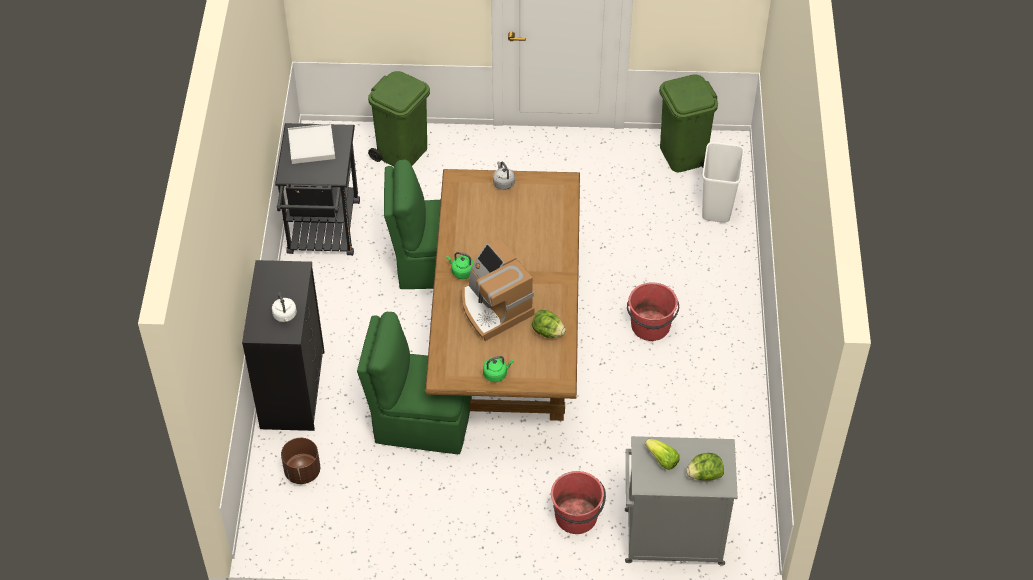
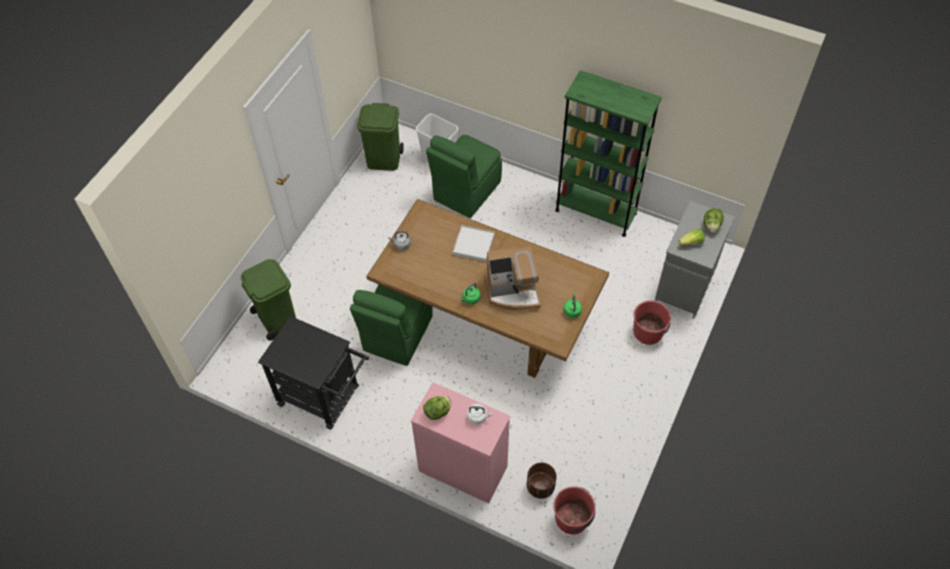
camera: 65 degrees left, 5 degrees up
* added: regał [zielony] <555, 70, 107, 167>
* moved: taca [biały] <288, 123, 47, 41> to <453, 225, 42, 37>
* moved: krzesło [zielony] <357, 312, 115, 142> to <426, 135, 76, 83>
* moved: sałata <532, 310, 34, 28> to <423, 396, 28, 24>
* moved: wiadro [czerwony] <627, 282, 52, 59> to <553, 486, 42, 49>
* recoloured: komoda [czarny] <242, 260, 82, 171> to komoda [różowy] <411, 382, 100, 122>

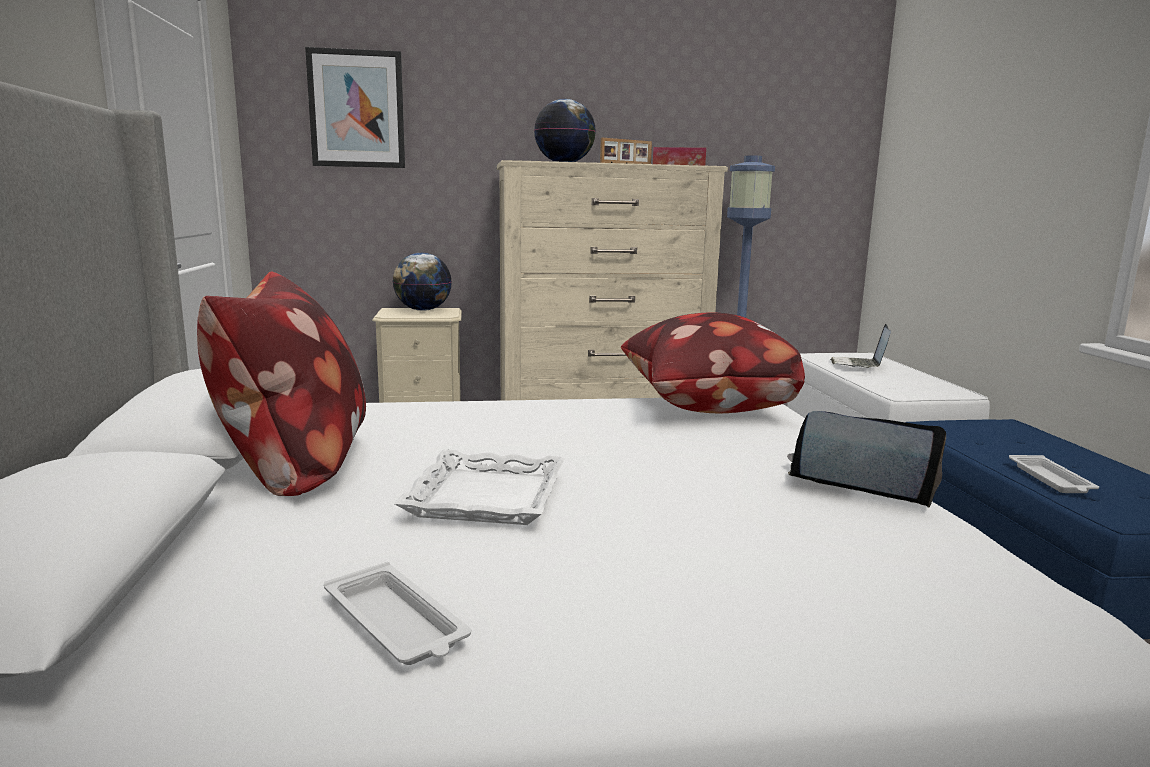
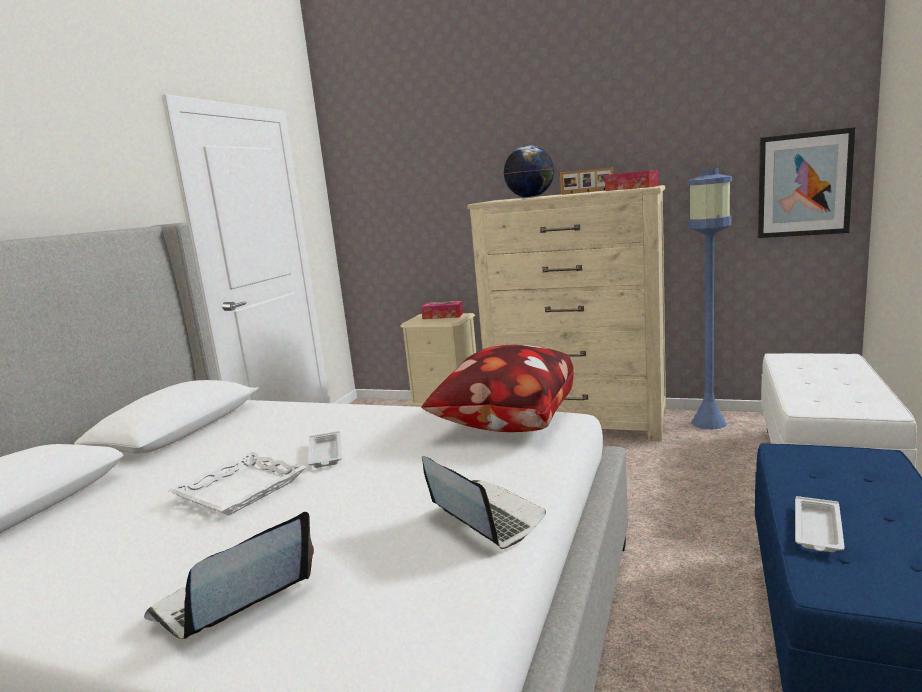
camera: 30 degrees right, 0 degrees up
* removed: poduszka <197, 271, 169, 225>
* moved: obraz <305, 47, 100, 121> to <758, 127, 97, 111>
* moved: taca [biały] <324, 562, 147, 103> to <308, 431, 34, 37>
* moved: laptop <830, 324, 61, 44> to <144, 512, 170, 127>
* replaced: globus <393, 253, 59, 58> to pudełko chusteczek <421, 301, 42, 18>

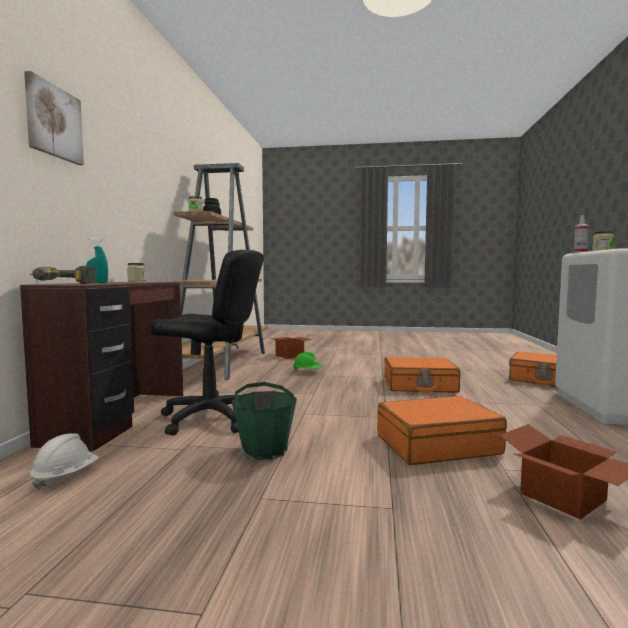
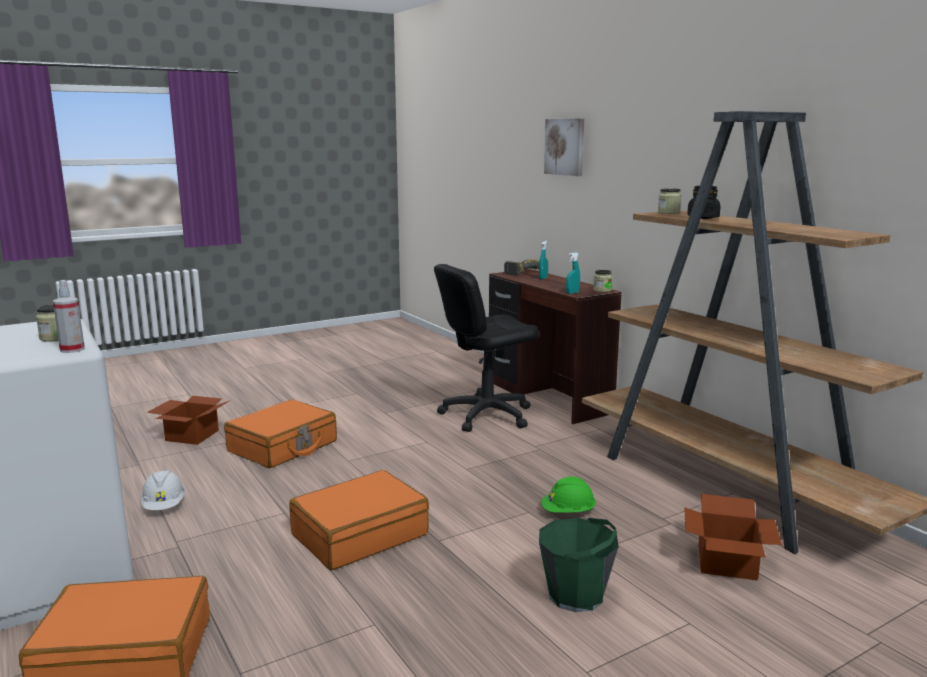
camera: 140 degrees right, 10 degrees up
* added: spryskiwacz [turkusowy] <566, 252, 14, 42>
* moved: kask [biały] <30, 433, 69, 57> to <141, 470, 44, 40>
* moved: wiadro [zielony] <231, 382, 66, 78> to <539, 518, 80, 94>

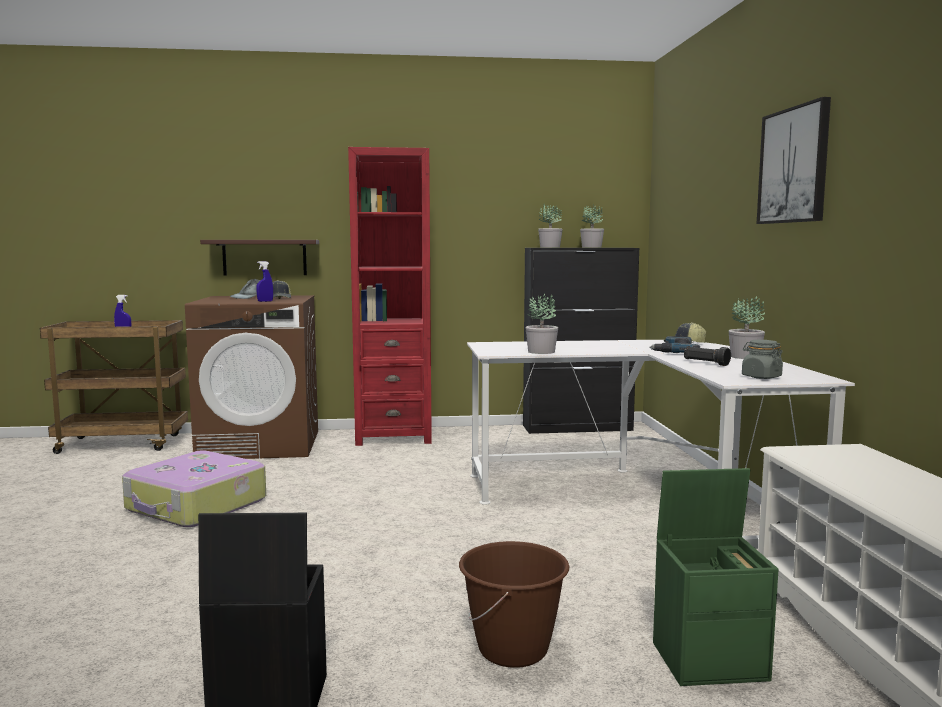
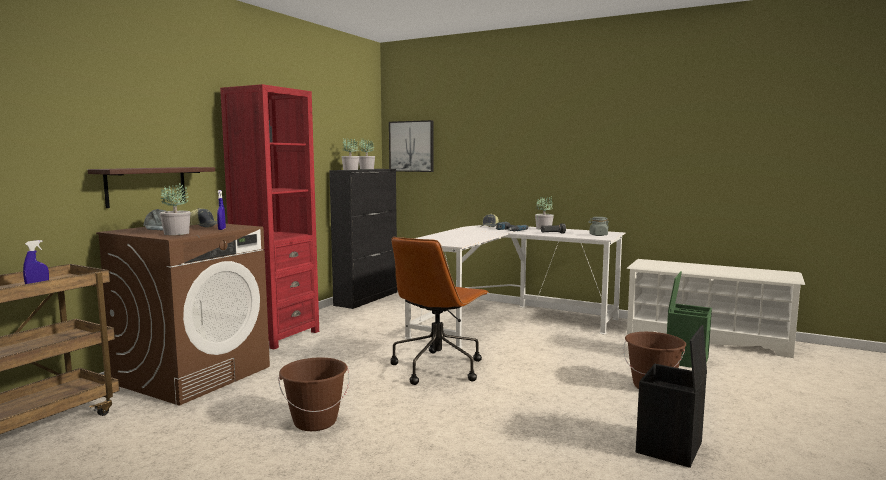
camera: 55 degrees left, 0 degrees up
* added: krzesło biurowe [brązowy] <390, 237, 99, 148>
* moved: roślina doniczkowa <525, 294, 33, 60> to <160, 183, 31, 52>
* moved: obraz <757, 97, 74, 127> to <389, 120, 44, 52>
* replaced: walizka <122, 450, 144, 77> to wiadro [brązowy] <278, 357, 72, 74>

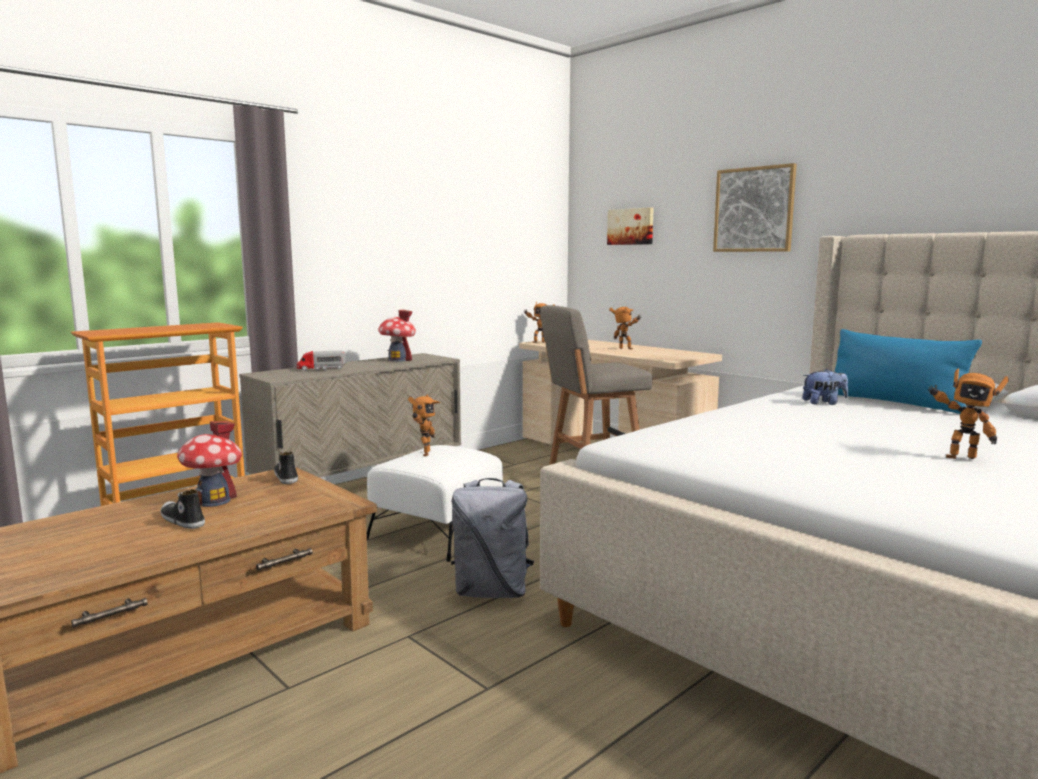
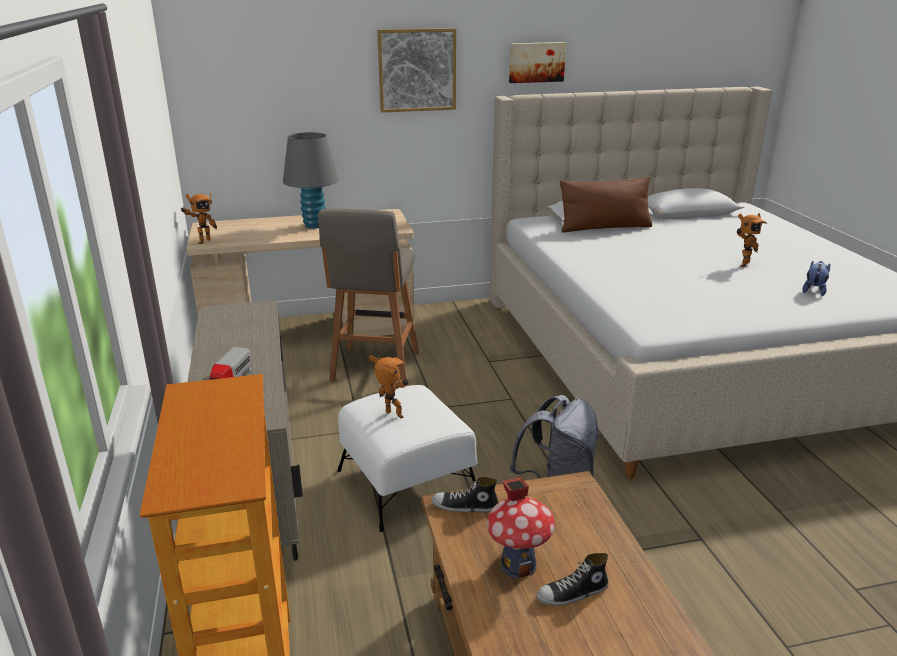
camera: 60 degrees left, 15 degrees up
* removed: domek <378, 309, 38, 53>
* moved: obraz <607, 207, 47, 38> to <509, 42, 57, 41>
* moved: pluszak <802, 369, 46, 36> to <803, 261, 27, 35>
* replaced: robot zabawkowy <609, 307, 32, 42> to lampa stołowa [szary] <283, 132, 56, 96>
* recoloured: poduszka [niebieski] <835, 329, 147, 85> to poduszka [brązowy] <560, 176, 92, 56>

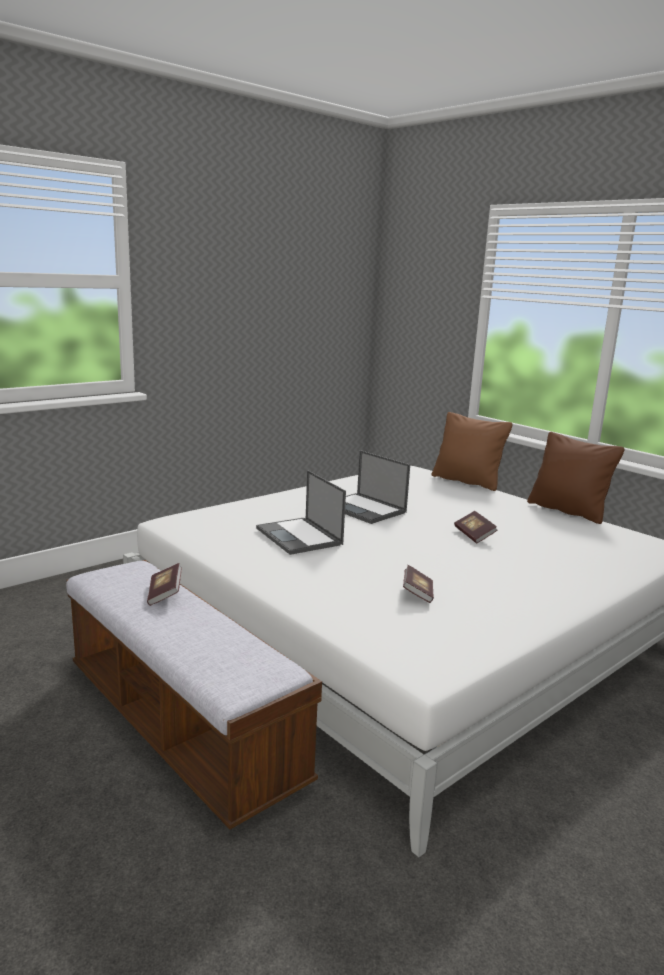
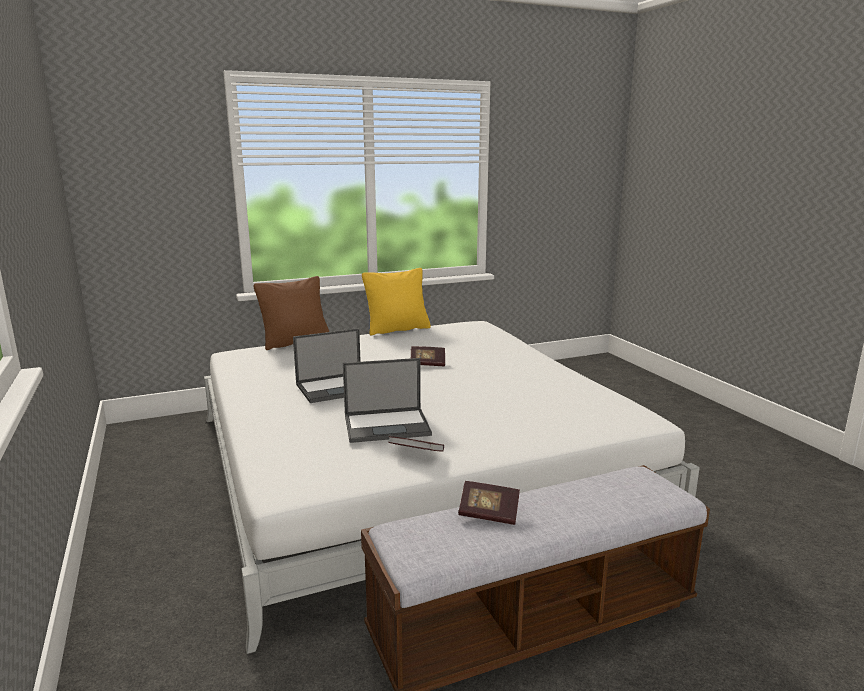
camera: 70 degrees left, 0 degrees up
* moved: książka <403, 565, 31, 38> to <388, 436, 56, 15>
* recoloured: poduszka [brązowy] <527, 432, 97, 92> to poduszka [żółty] <362, 268, 69, 67>

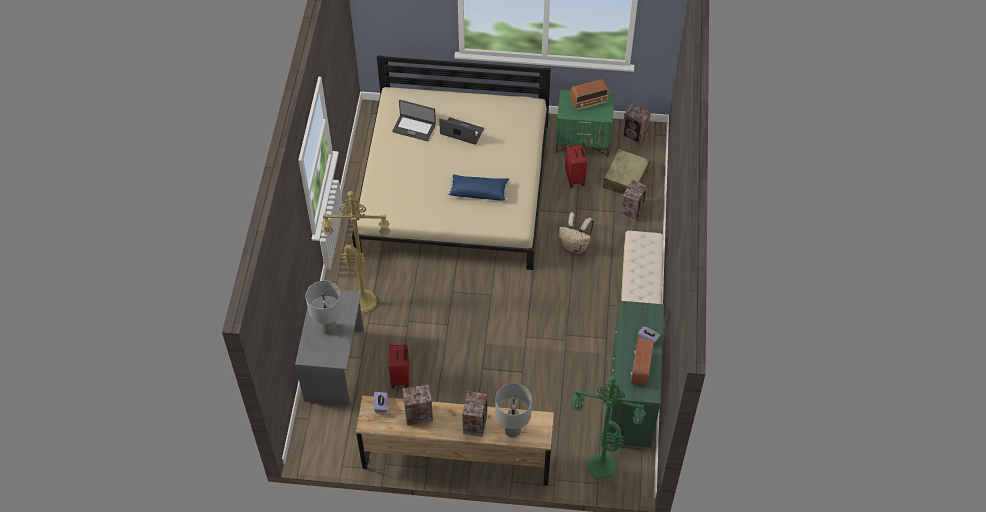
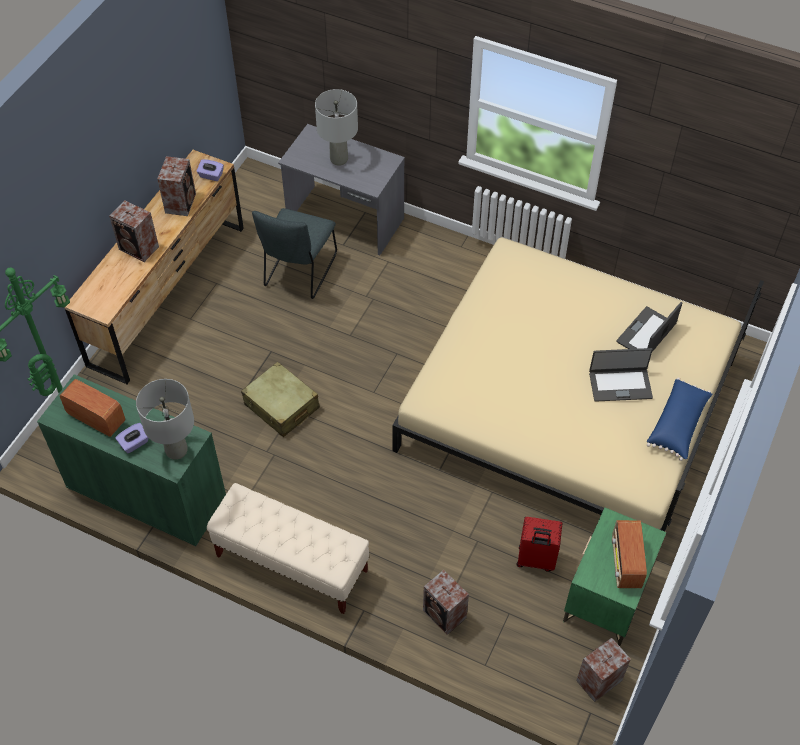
camera: 110 degrees right, 0 degrees up
* removed: lampa stojąca [żółty] <321, 191, 70, 122>
* removed: plecak [beżowy] <559, 212, 35, 42>
* moved: poduszka [niebieski] <447, 174, 64, 26> to <647, 378, 66, 83>
* moved: lampa stołowa [szary] <495, 383, 37, 54> to <136, 379, 58, 81>
* moved: walizka [beżowy] <603, 149, 47, 45> to <241, 362, 79, 75>
* replaced: walizka [czerwony] <389, 345, 20, 43> to krzesło [szary] <252, 208, 85, 91>
* turned: laptop <439, 117, 45, 28> = <589, 348, 64, 54> 45 degrees clockwise

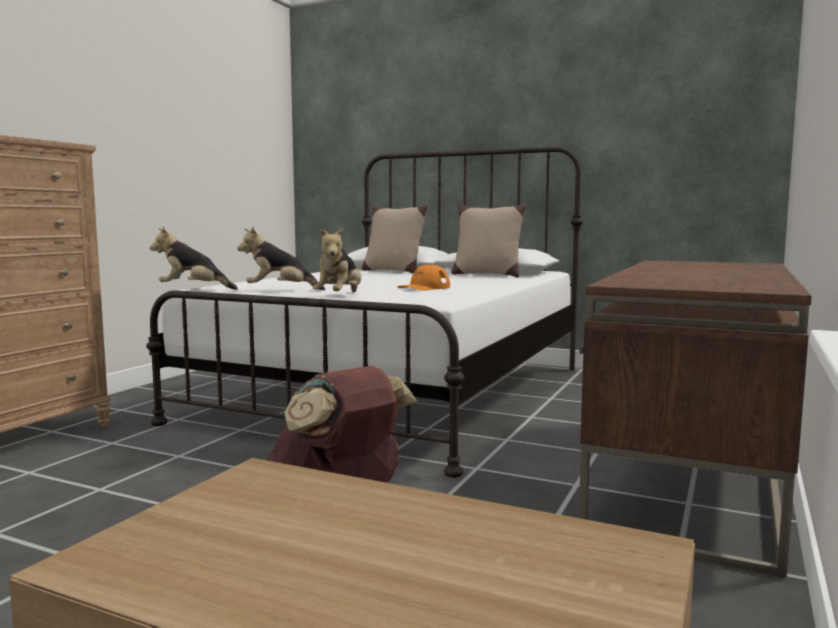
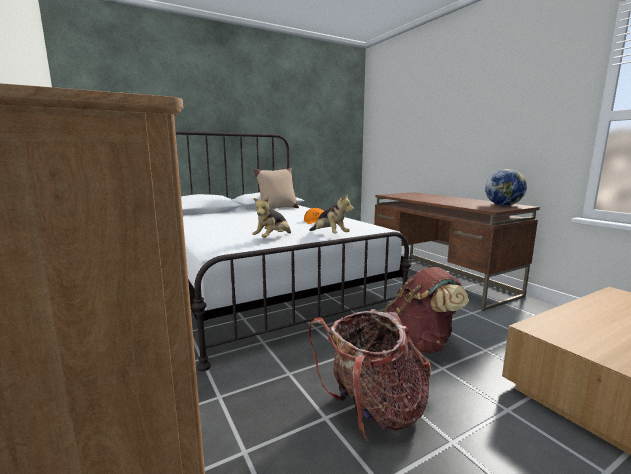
camera: 55 degrees left, 5 degrees up
* removed: pluszak <150, 226, 88, 64>
* removed: poduszka [beżowy] <362, 205, 66, 69>
* added: plecak <308, 309, 123, 131>
* added: globus <485, 169, 42, 37>

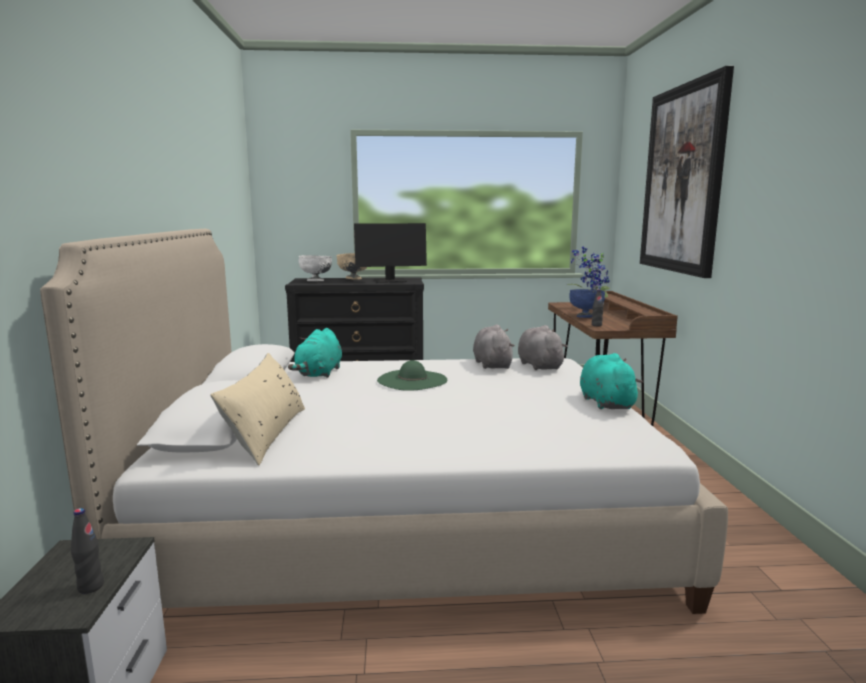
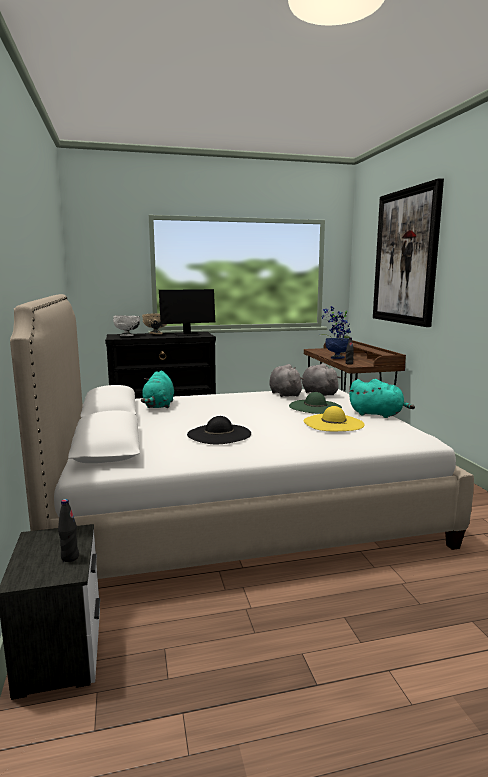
camera: 10 degrees left, 0 degrees up
* removed: poduszka [beżowy] <210, 353, 95, 113>
* added: kapelusz [czarny] <187, 416, 64, 28>
* added: kapelusz [żółty] <303, 406, 62, 25>
* moved: kapelusz [zielony] <377, 360, 70, 31> to <289, 392, 53, 22>
* turned: pluszak [turkusowy] <580, 353, 63, 56> = <349, 379, 66, 39> 135 degrees clockwise

